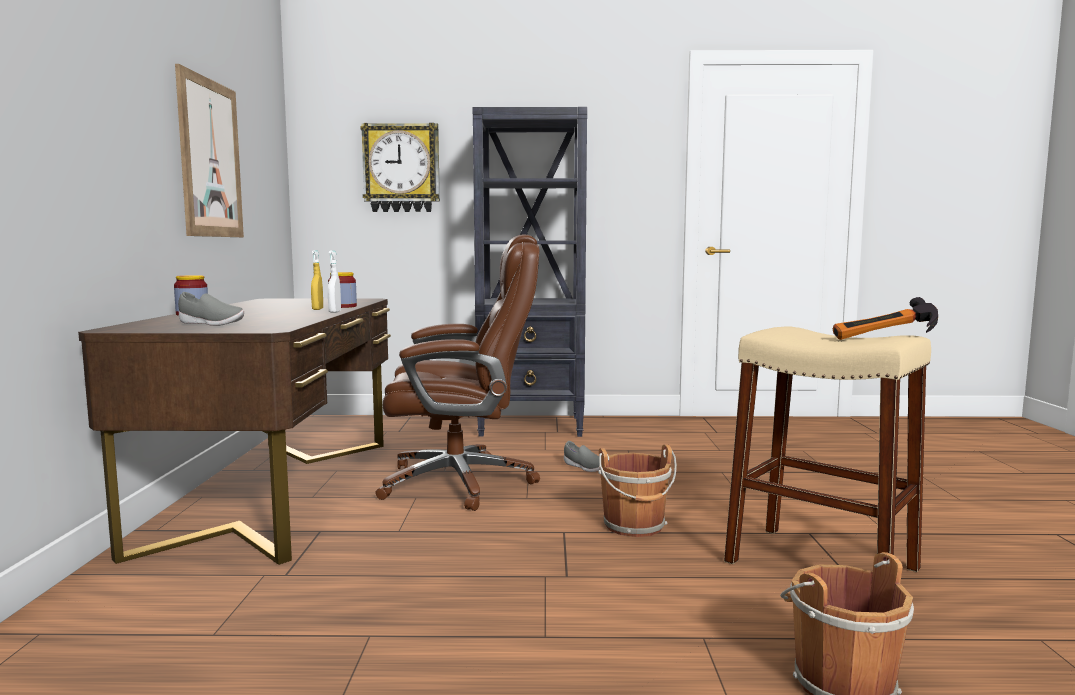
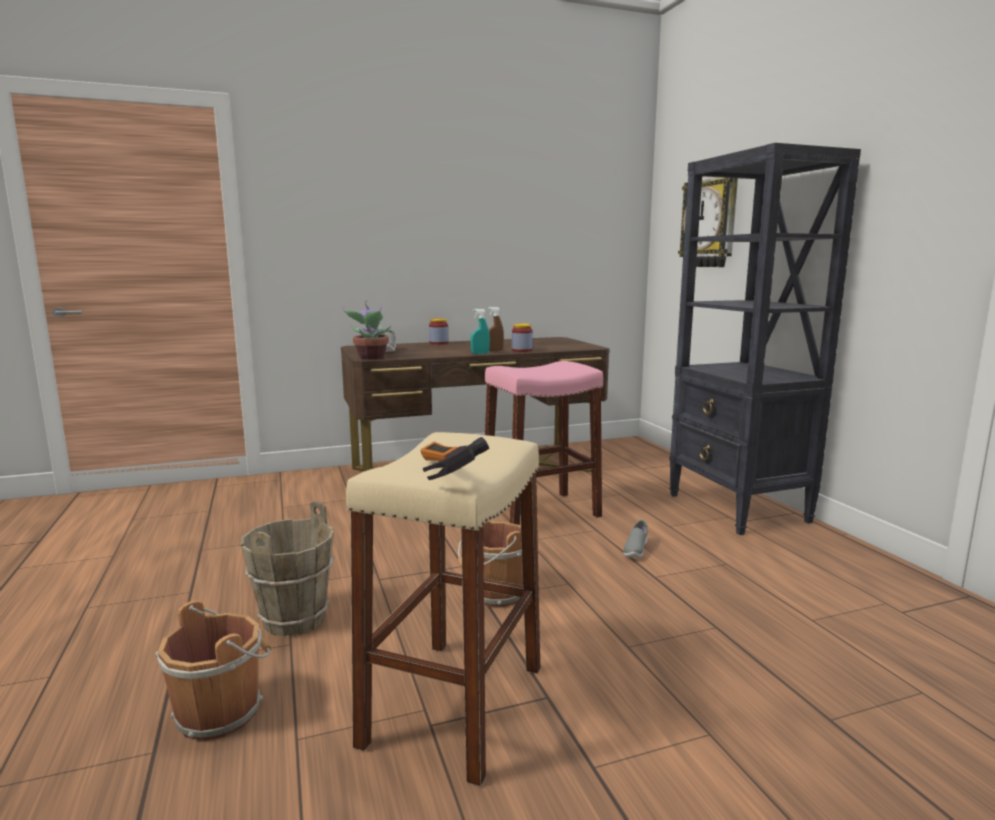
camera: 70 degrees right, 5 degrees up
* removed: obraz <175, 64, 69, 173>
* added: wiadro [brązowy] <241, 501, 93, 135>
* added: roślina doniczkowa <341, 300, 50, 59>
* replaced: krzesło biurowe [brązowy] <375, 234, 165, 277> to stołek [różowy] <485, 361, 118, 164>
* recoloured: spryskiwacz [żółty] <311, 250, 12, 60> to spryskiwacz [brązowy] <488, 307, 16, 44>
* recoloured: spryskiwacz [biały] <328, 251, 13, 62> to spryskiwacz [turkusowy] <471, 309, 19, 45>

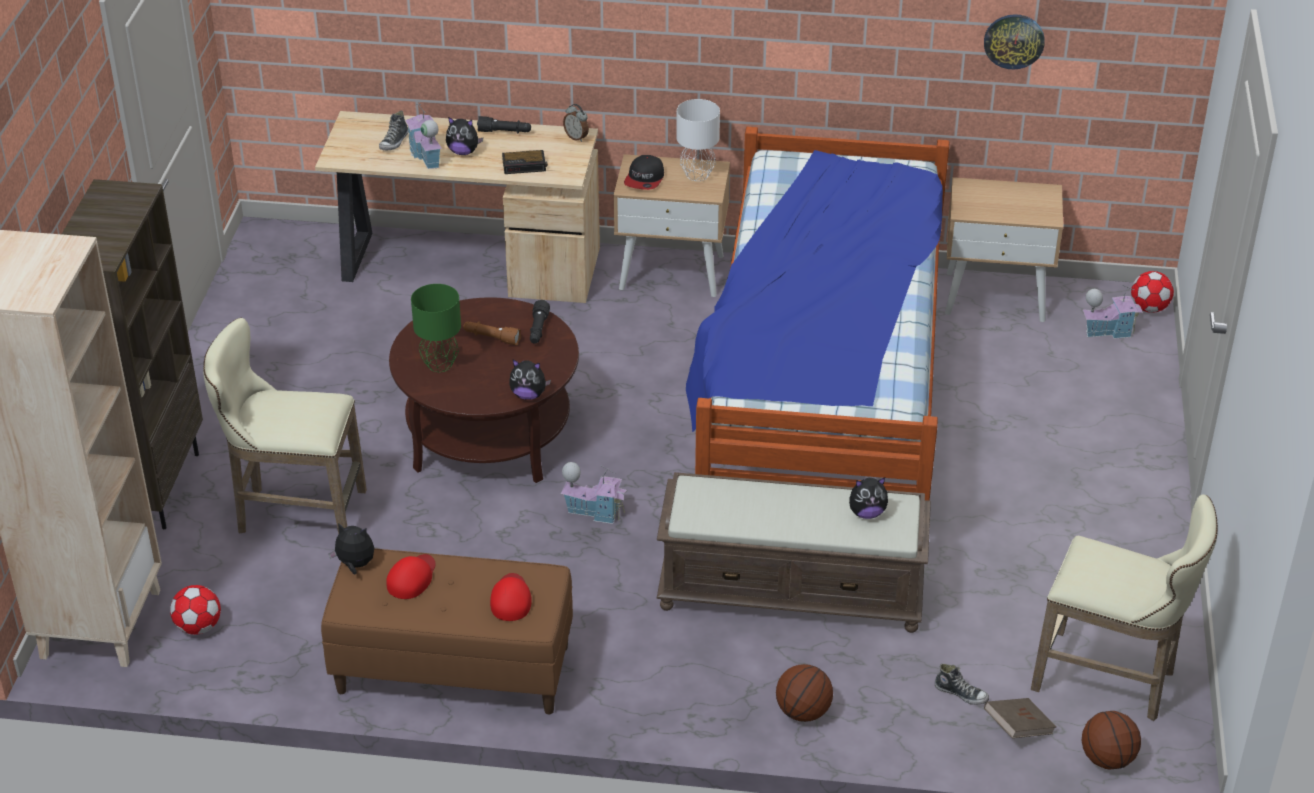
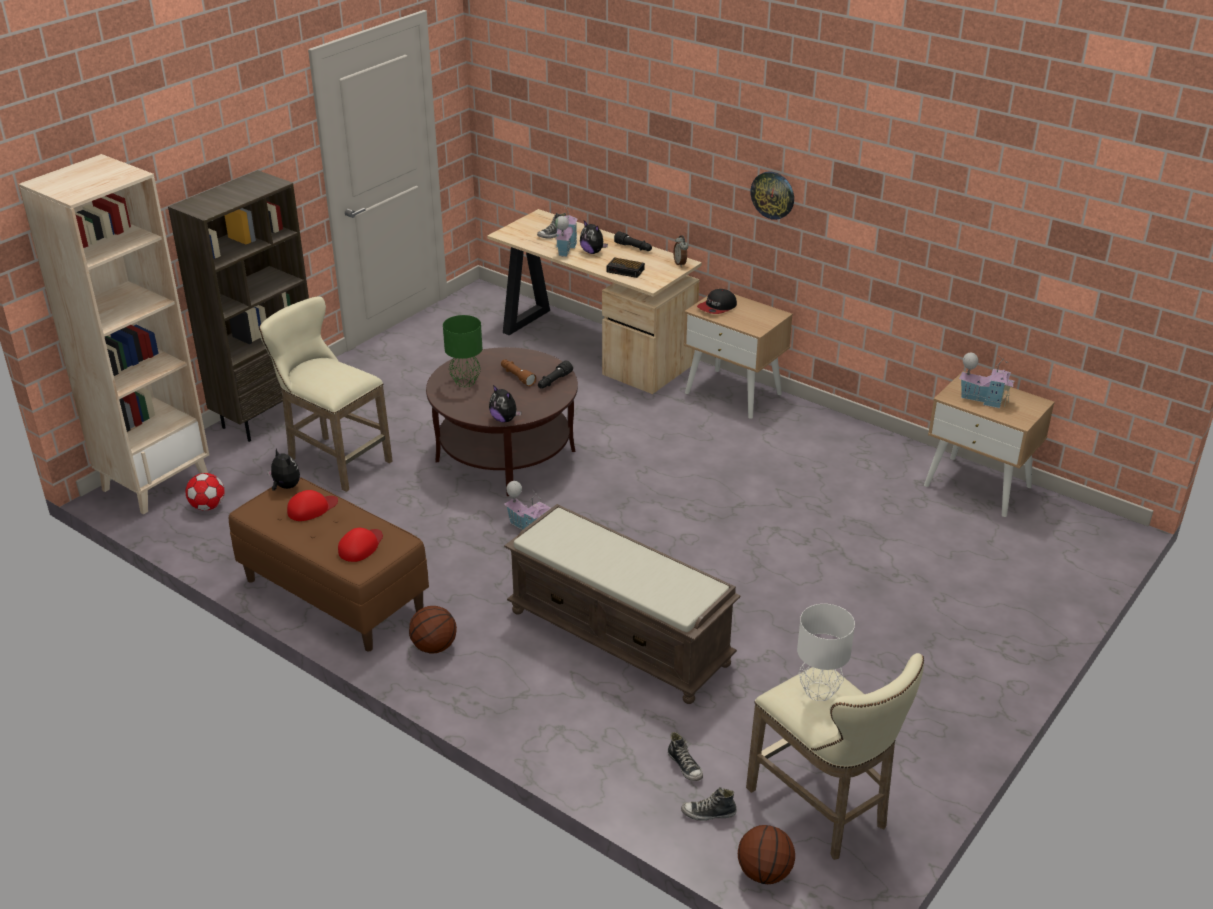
camera: 30 degrees right, 5 degrees down
* removed: łóżko <686, 127, 264, 374>
* removed: pluszak <849, 477, 39, 42>
* removed: piłka futbolowa <1131, 271, 43, 42>
* moved: lampa stołowa [biały] <676, 99, 44, 82> to <797, 604, 58, 97>
* moved: piłka do koszykówki <776, 664, 57, 58> to <409, 606, 48, 48>
* moved: zegar ścienny <984, 14, 61, 55> to <750, 171, 44, 49>
* moved: domek <1082, 285, 61, 54> to <959, 353, 56, 55>
* replaced: książka [brązowy] <984, 698, 72, 40> to but <681, 787, 56, 34>

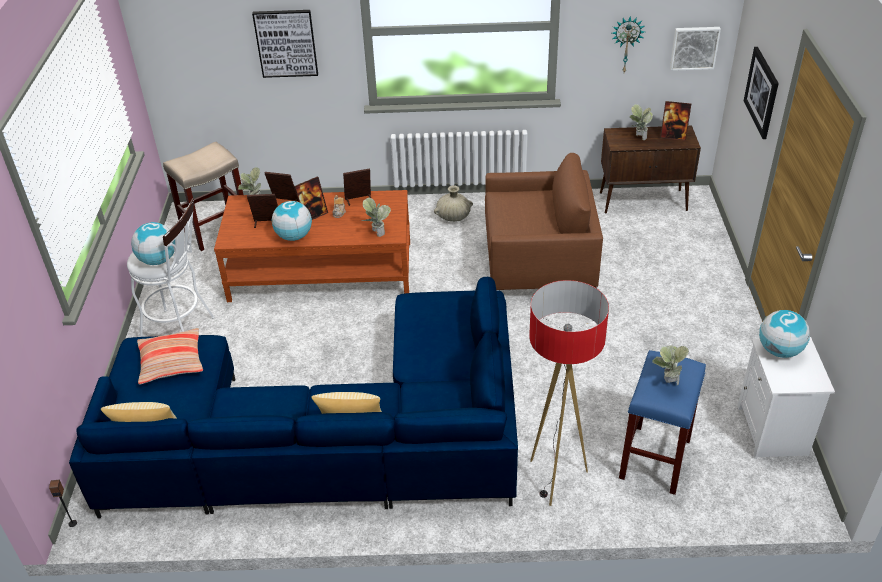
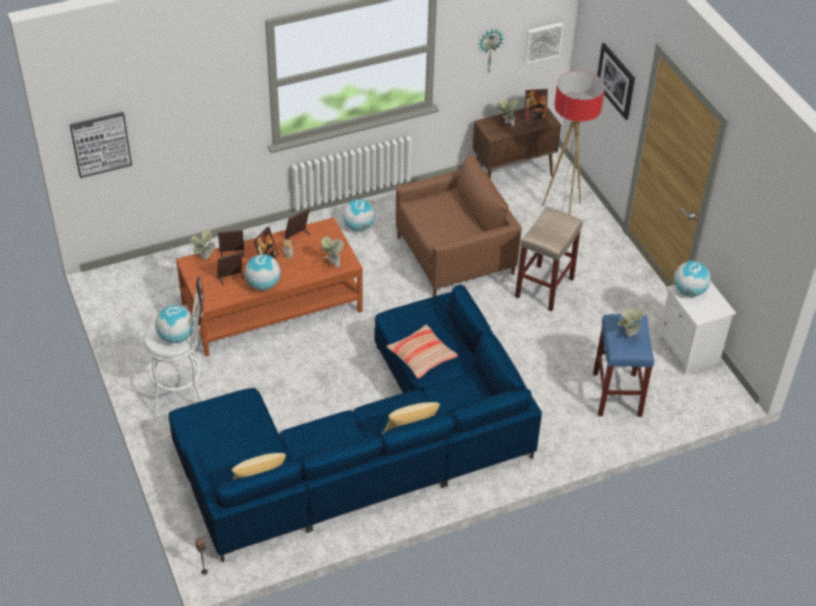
camera: 25 degrees left, 5 degrees up
* moved: poduszka <137, 328, 66, 57> to <386, 325, 73, 54>
* moved: stołek [beżowy] <163, 142, 81, 109> to <515, 207, 68, 105>
* moved: obraz <252, 10, 66, 68> to <70, 112, 62, 66>
* moved: lampa stojąca <529, 280, 80, 226> to <542, 71, 63, 144>
* replaced: wazon [beżowy] <434, 185, 39, 37> to globus <343, 199, 32, 32>

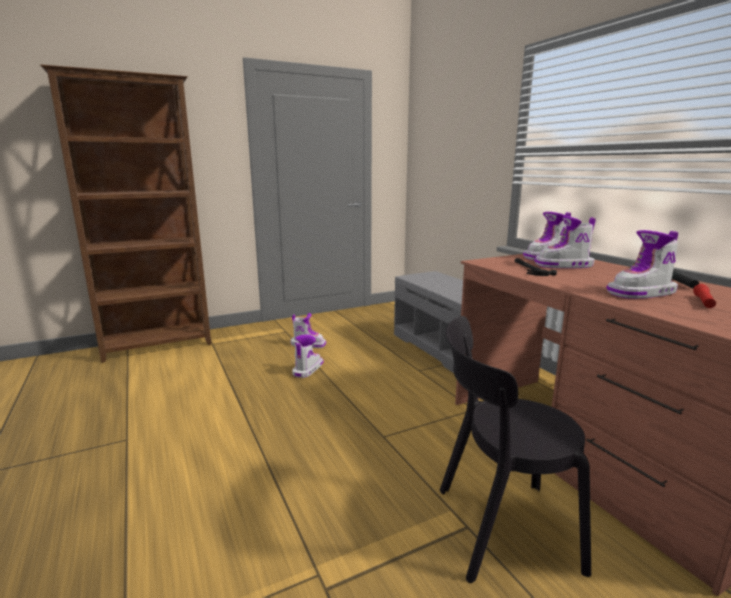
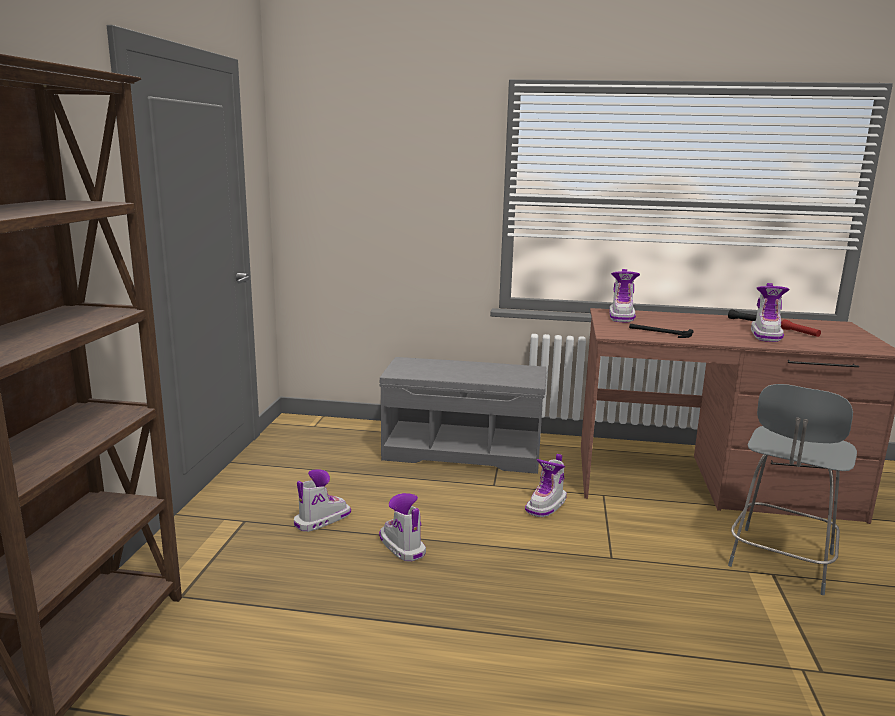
camera: 55 degrees left, 0 degrees up
* moved: but z cholewką <534, 216, 62, 52> to <525, 454, 42, 63>
* replaced: krzesło [czarny] <440, 316, 151, 267> to stołek [szary] <728, 384, 129, 211>

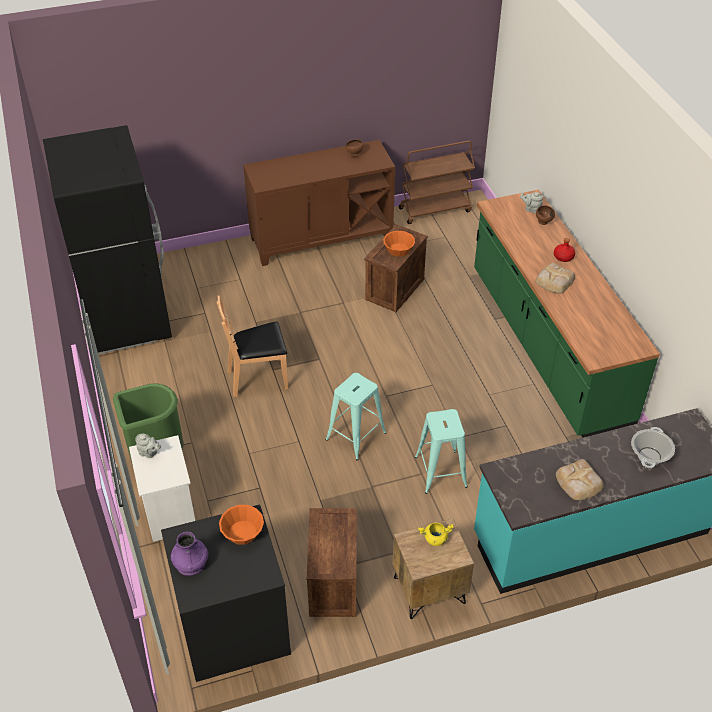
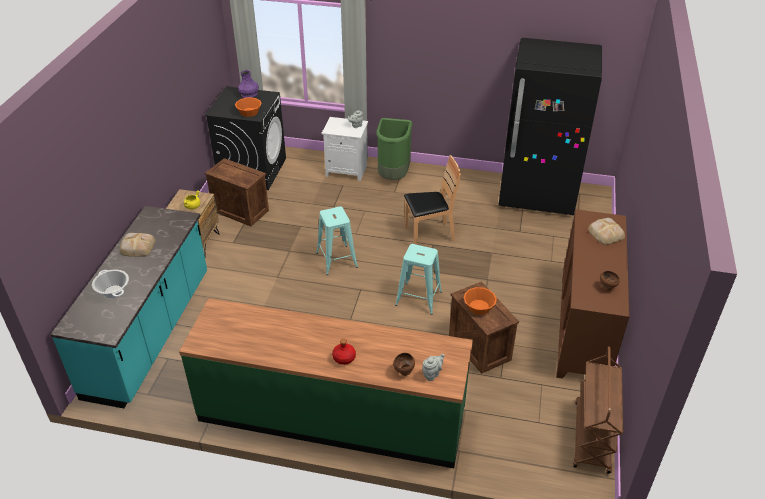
camera: 120 degrees right, 5 degrees down
* moved: stołek [turkusowy] <415, 409, 53, 85> to <395, 244, 47, 71>
* moved: chleb <535, 263, 40, 30> to <588, 218, 37, 27>
* turned: krzesło [brązowy] <217, 295, 71, 102> = <404, 155, 57, 90> 60 degrees clockwise

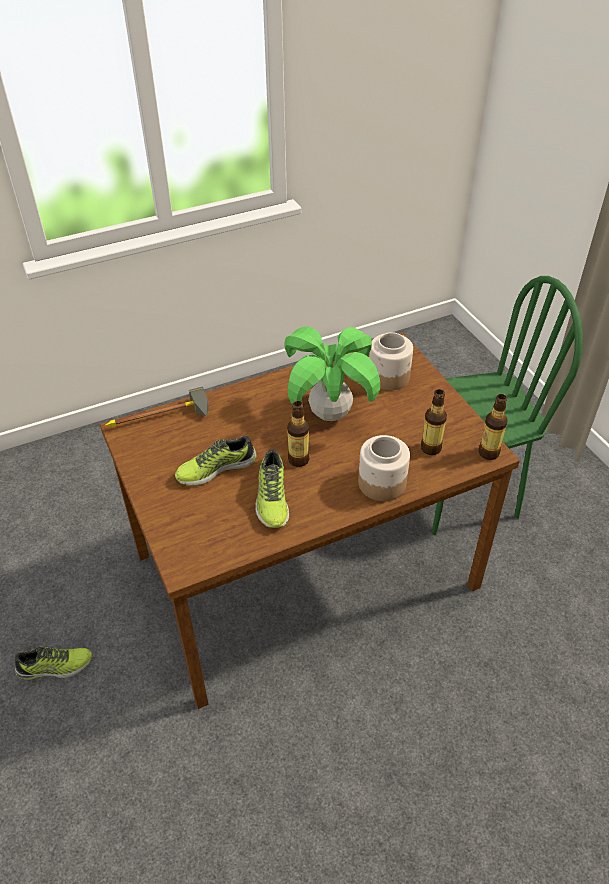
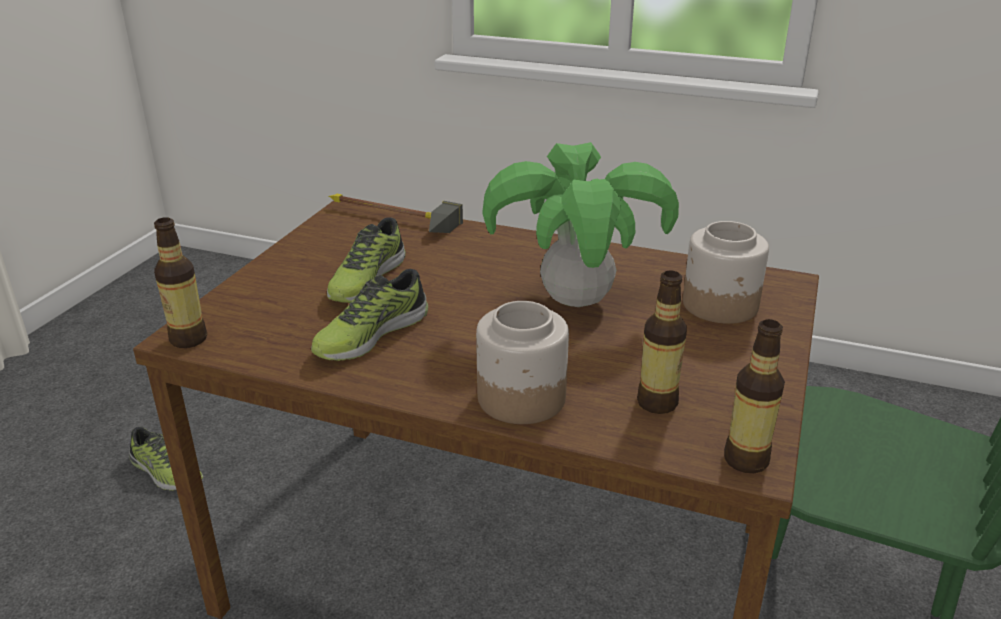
camera: 45 degrees right, 15 degrees down
* moved: butelka <287, 401, 22, 66> to <154, 217, 53, 131>
* turned: but <175, 436, 81, 50> = <327, 217, 79, 86> 90 degrees counterclockwise

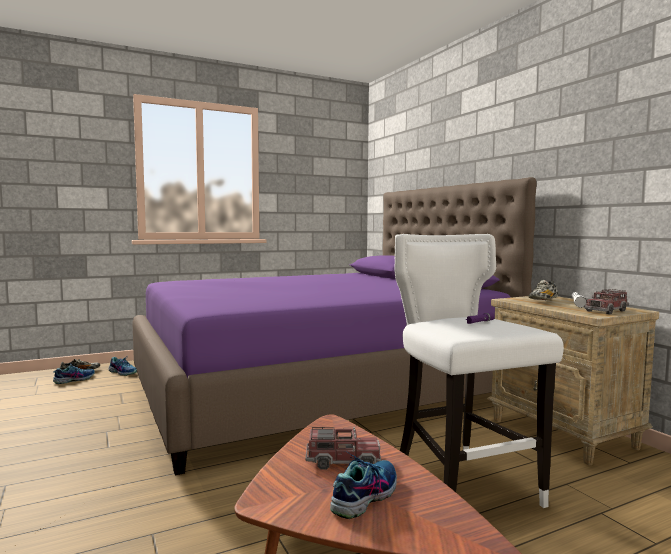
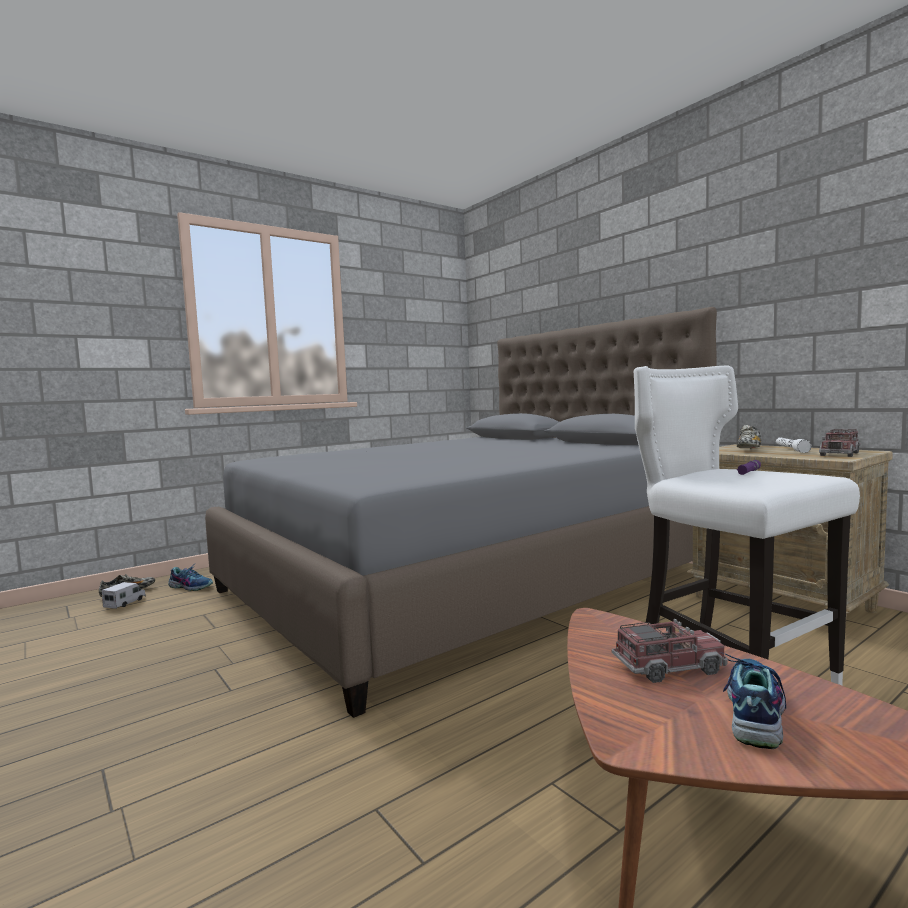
camera: 10 degrees left, 0 degrees up
* replaced: but <53, 364, 42, 20> to ciężarówka zabawkowa <102, 582, 44, 27>
* recoloured: łóżko [fioletowy] <132, 177, 405, 298> to łóżko [szary] <205, 307, 512, 411>

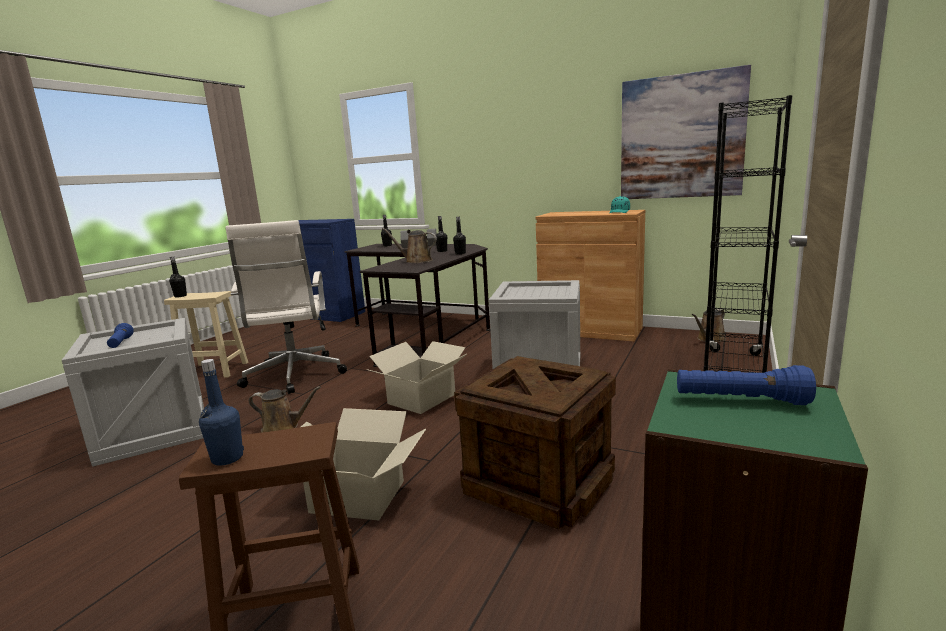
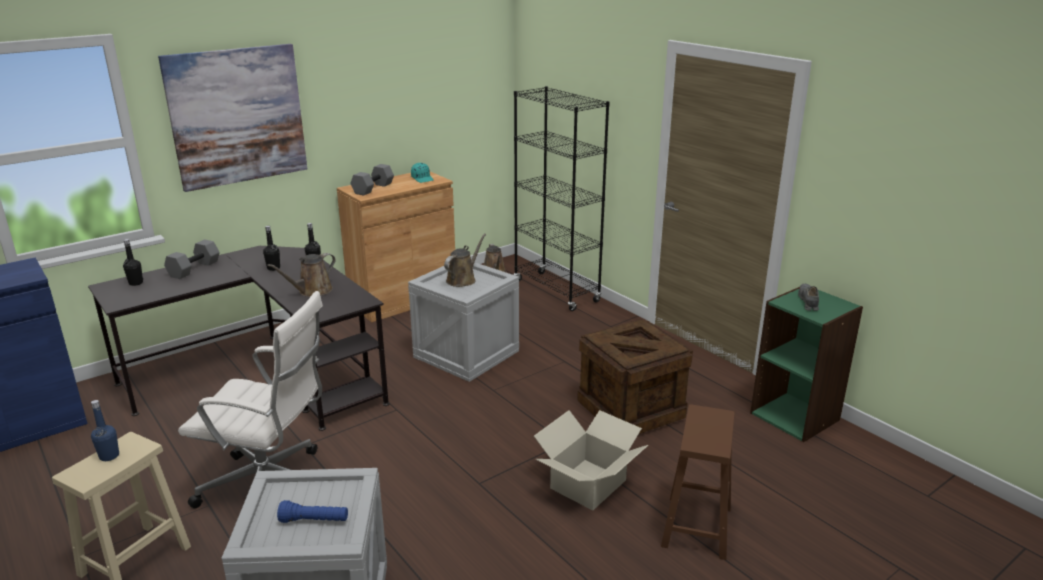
camera: 65 degrees left, 10 degrees up
* removed: butelka [czarny] <169, 257, 18, 40>
* removed: karton <366, 341, 101, 73>
* added: hantel [szary] <350, 164, 44, 32>
* moved: butelka [niebieski] <199, 359, 45, 107> to <91, 400, 28, 61>
* moved: konewka [brązowy] <249, 386, 72, 47> to <444, 233, 42, 54>
* moved: obraz <621, 65, 130, 134> to <158, 44, 149, 148>
* replaced: latarka [niebieski] <677, 365, 139, 40> to but [szary] <798, 284, 21, 27>

